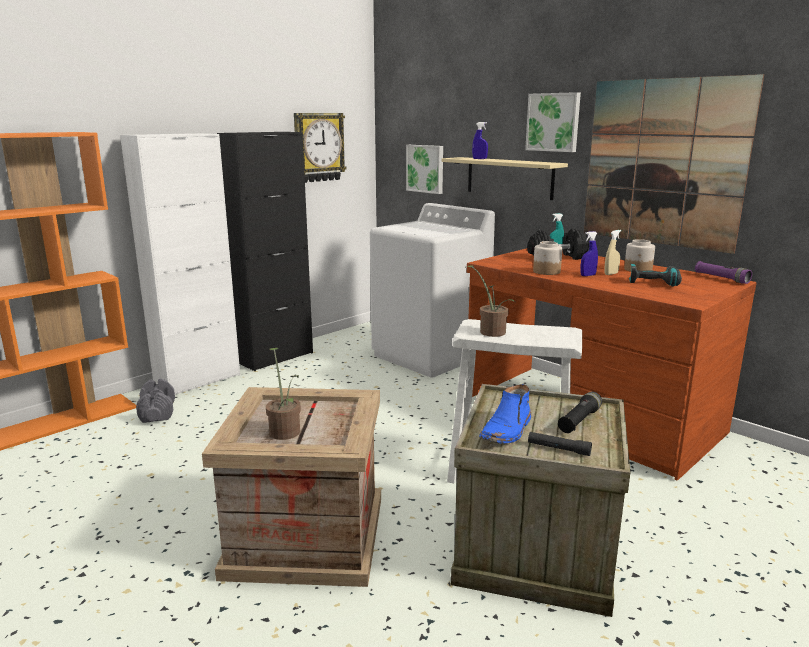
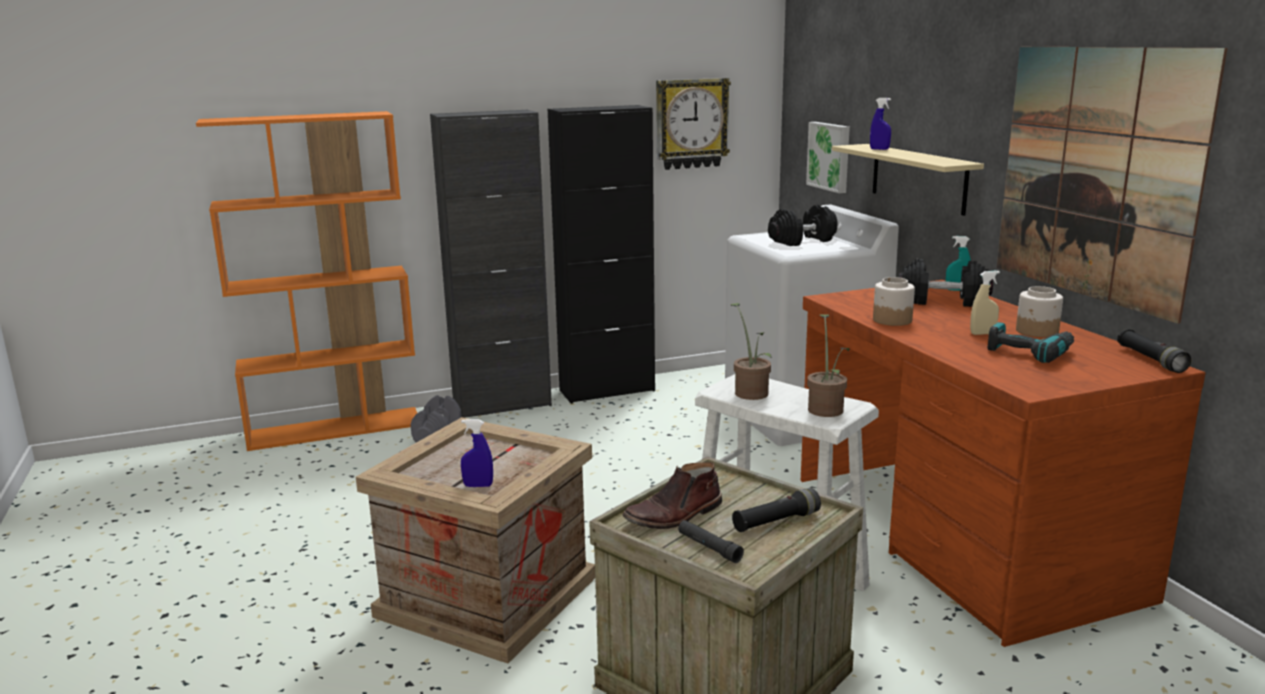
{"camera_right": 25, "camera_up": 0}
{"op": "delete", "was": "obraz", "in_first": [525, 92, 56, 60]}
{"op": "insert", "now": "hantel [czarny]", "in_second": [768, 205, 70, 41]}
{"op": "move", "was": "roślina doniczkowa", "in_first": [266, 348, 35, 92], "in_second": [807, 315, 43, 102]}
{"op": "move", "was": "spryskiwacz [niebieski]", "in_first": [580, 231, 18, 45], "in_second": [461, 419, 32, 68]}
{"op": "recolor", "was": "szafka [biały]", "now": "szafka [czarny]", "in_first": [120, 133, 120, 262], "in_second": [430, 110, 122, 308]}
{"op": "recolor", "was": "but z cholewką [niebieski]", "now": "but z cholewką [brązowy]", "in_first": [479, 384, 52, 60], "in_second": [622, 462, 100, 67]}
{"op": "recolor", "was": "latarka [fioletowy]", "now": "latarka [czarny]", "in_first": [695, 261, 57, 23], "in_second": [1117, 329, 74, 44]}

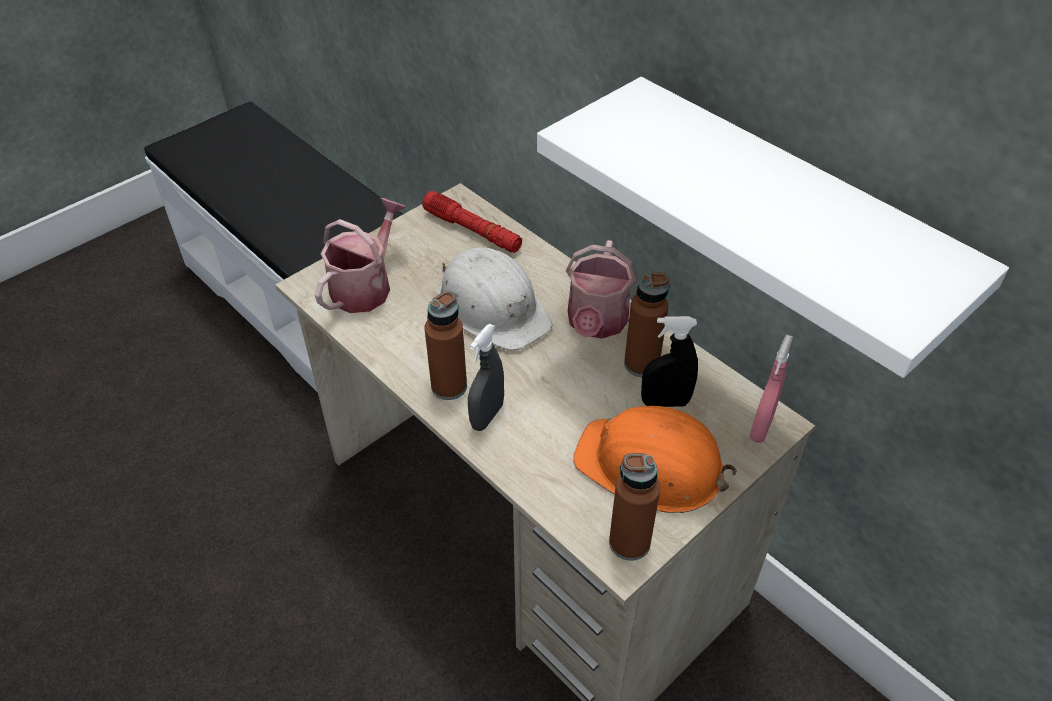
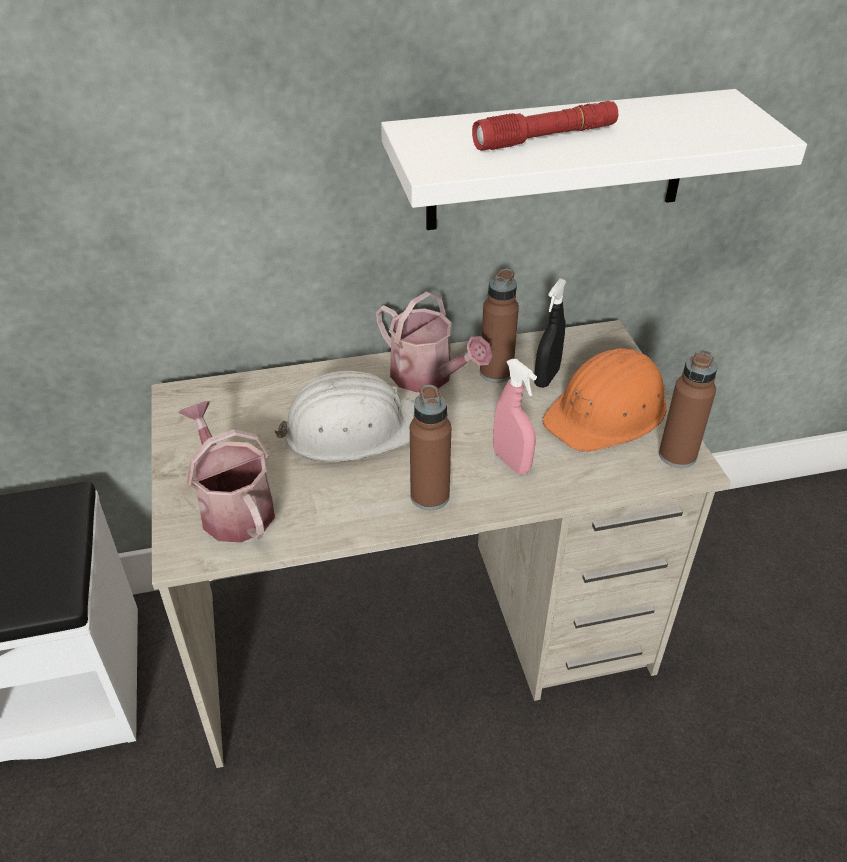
{"camera_right": -60, "camera_up": -5}
{"op": "delete", "was": "spryskiwacz [szary]", "in_first": [468, 324, 36, 107]}
{"op": "move", "was": "latarka [czerwony]", "in_first": [422, 191, 100, 62], "in_second": [472, 101, 146, 50]}
{"op": "move", "was": "spryskiwacz [różowy]", "in_first": [750, 335, 43, 108], "in_second": [493, 359, 44, 115]}

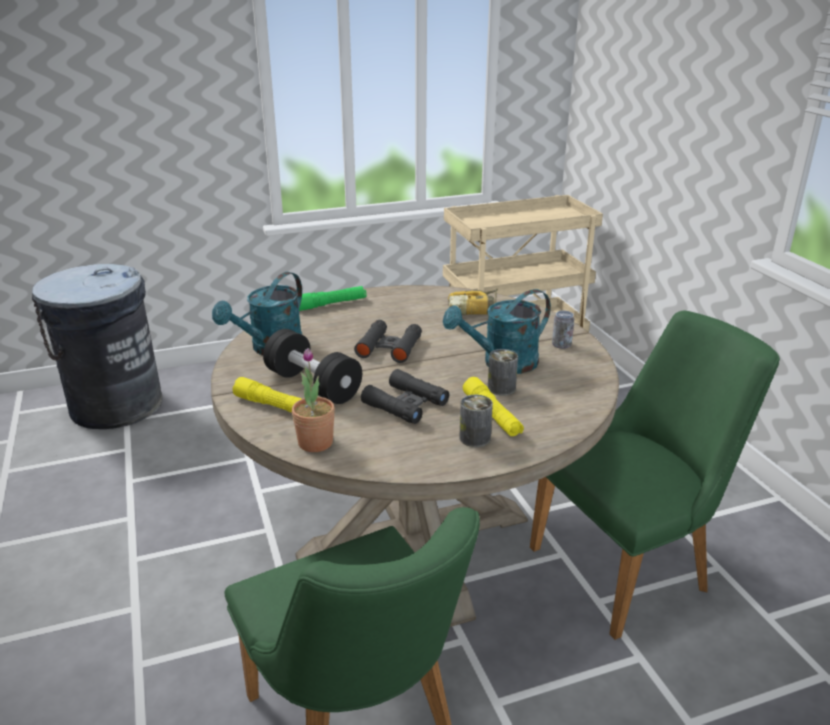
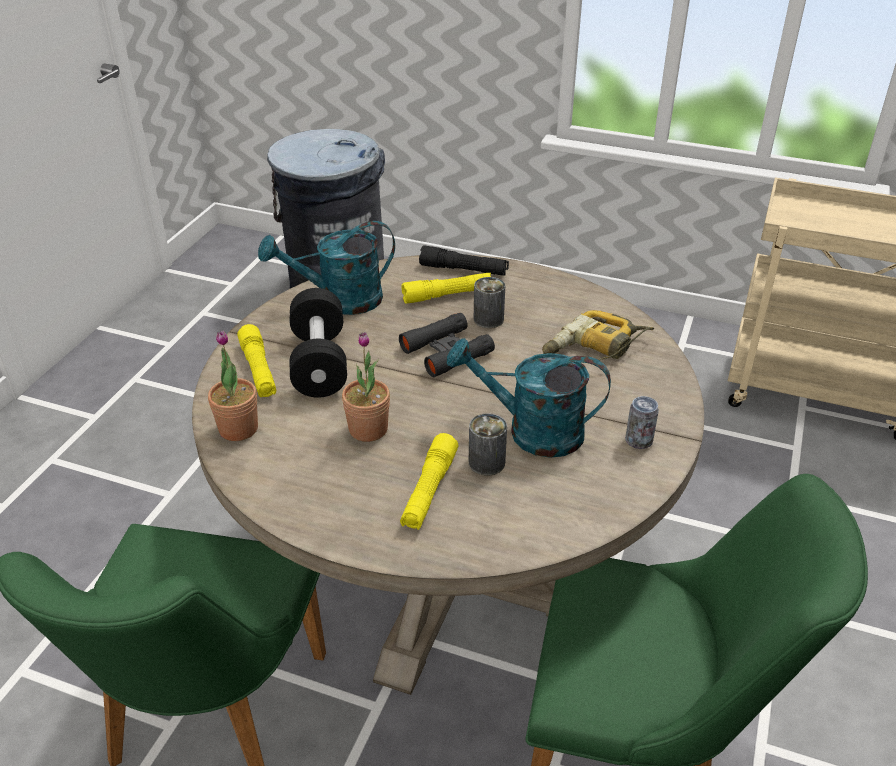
{"camera_right": 40, "camera_up": 10}
{"op": "insert", "now": "latarka [żółty]", "in_second": [402, 273, 89, 31]}
{"op": "move", "was": "puszka", "in_first": [459, 395, 34, 52], "in_second": [474, 277, 31, 51]}
{"op": "replace", "was": "lornetka [czarny]", "now": "roślina doniczkowa", "in_first": [361, 369, 88, 55], "in_second": [342, 332, 48, 110]}
{"op": "recolor", "was": "latarka [zielony]", "now": "latarka [czarny]", "in_first": [299, 286, 68, 25], "in_second": [419, 245, 90, 31]}

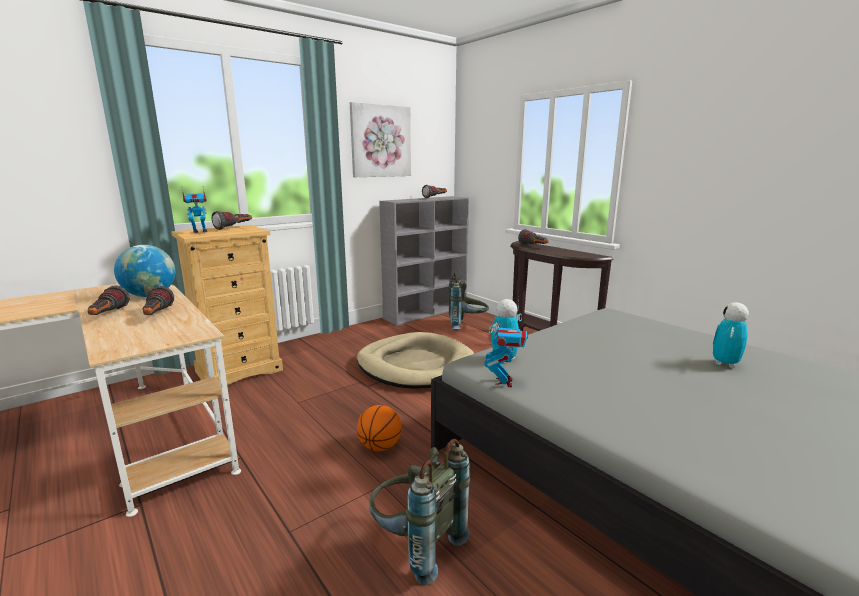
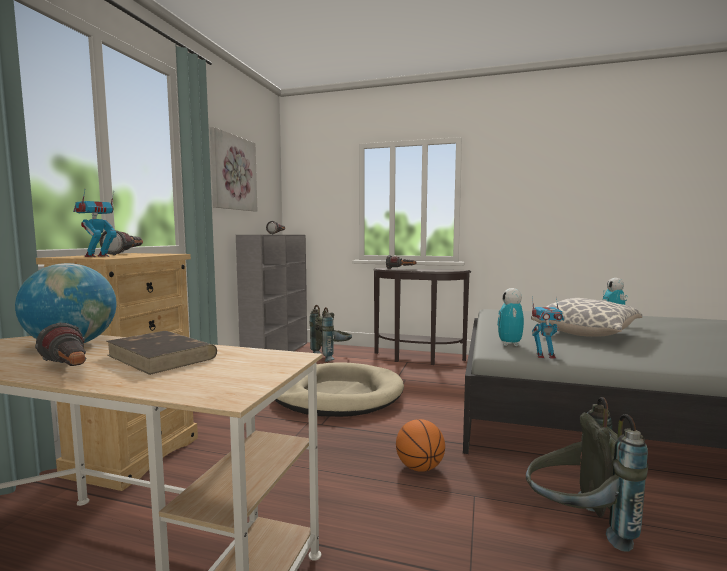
{"camera_right": -35, "camera_up": -10}
{"op": "insert", "now": "poduszka", "in_second": [531, 298, 111, 39]}
{"op": "replace", "was": "latarka", "now": "książka [brązowy]", "in_first": [142, 286, 32, 29], "in_second": [106, 331, 111, 44]}
{"op": "rotate", "was": "robot zabawkowy", "in_first": [484, 316, 44, 71], "in_second": [532, 296, 32, 63], "clockwise": 120}

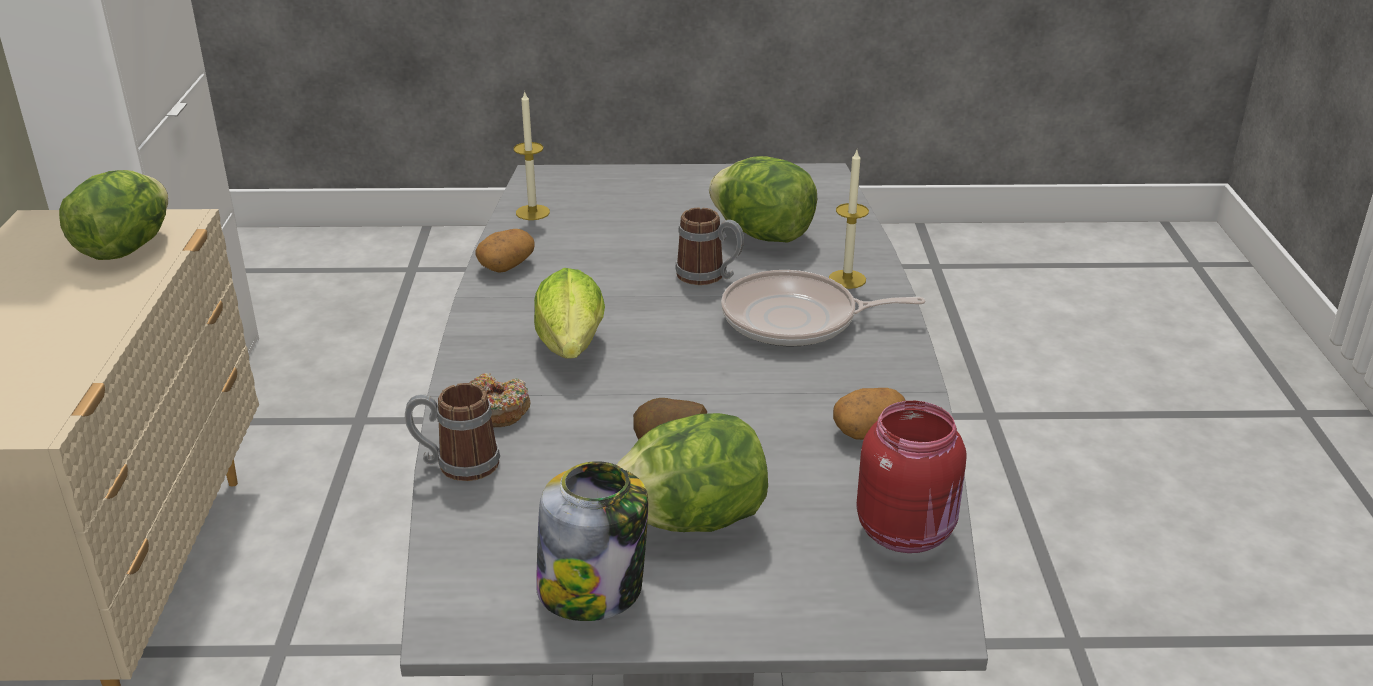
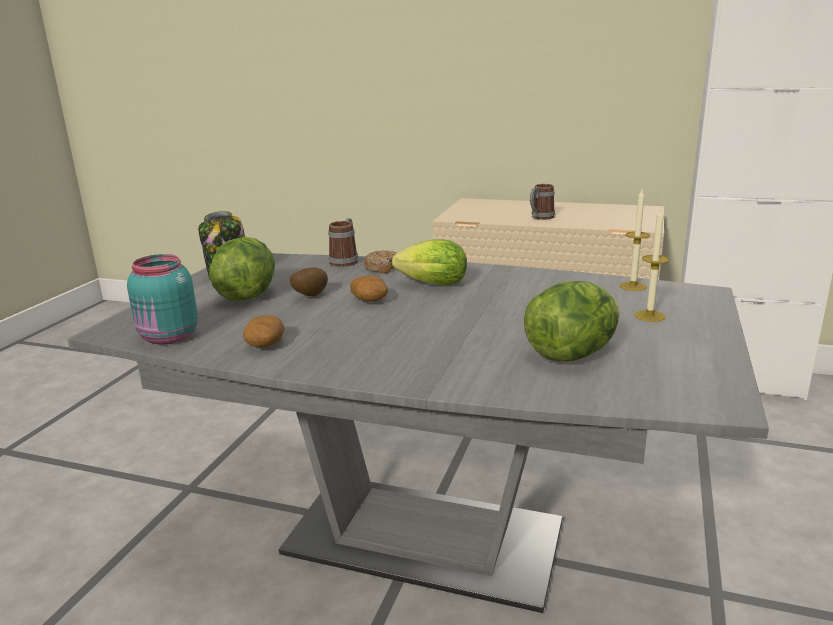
{"camera_right": 110, "camera_up": -10}
{"op": "delete", "was": "sałata", "in_first": [59, 170, 109, 90]}
{"op": "delete", "was": "patelnia", "in_first": [721, 270, 205, 77]}
{"op": "move", "was": "ziemniak", "in_first": [476, 229, 59, 44], "in_second": [350, 275, 38, 27]}
{"op": "move", "was": "kubek", "in_first": [675, 207, 69, 78], "in_second": [530, 184, 25, 36]}
{"op": "move", "was": "świeca", "in_first": [829, 150, 40, 139], "in_second": [634, 209, 36, 113]}
{"op": "recolor", "was": "słoik [czerwony]", "now": "słoik [turkusowy]", "in_first": [856, 401, 111, 152], "in_second": [127, 254, 71, 91]}

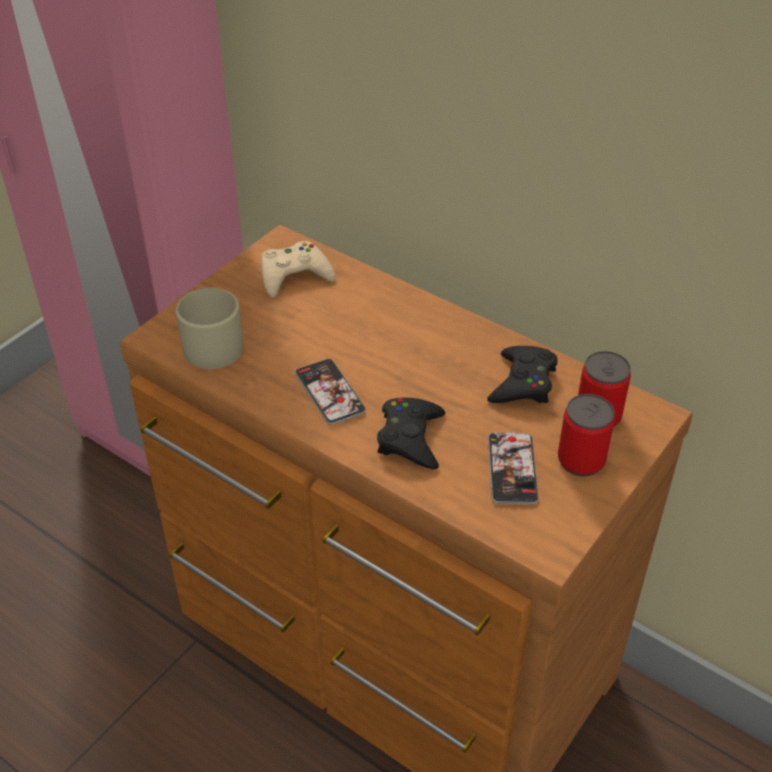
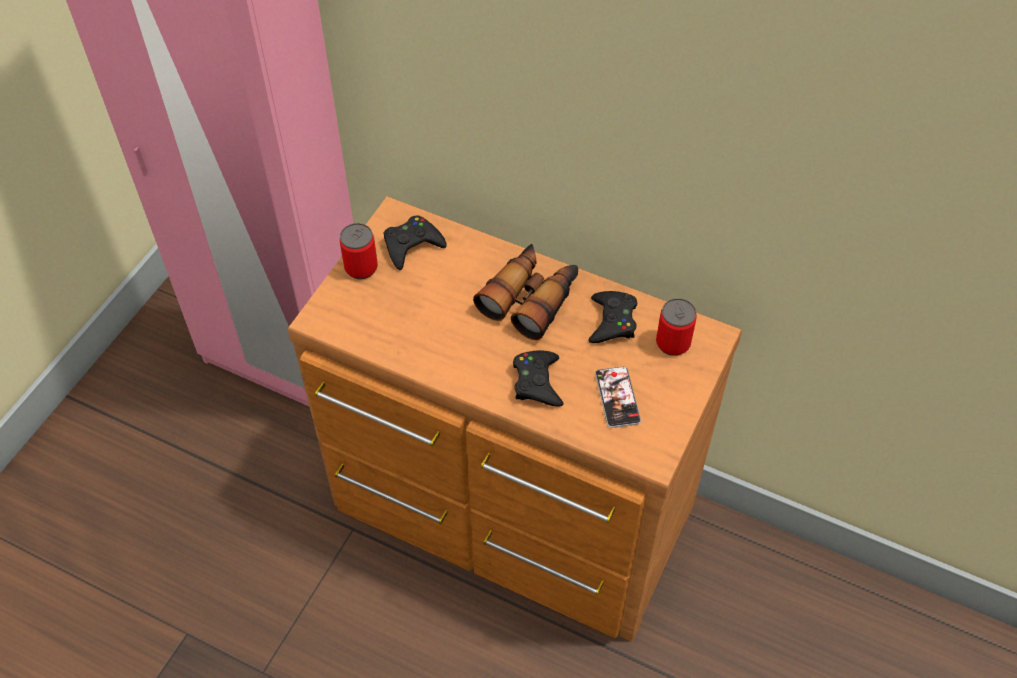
{"camera_right": -10, "camera_up": 10}
{"op": "delete", "was": "kubek [beżowy]", "in_first": [176, 288, 67, 81]}
{"op": "delete", "was": "telefon", "in_first": [295, 359, 71, 66]}
{"op": "insert", "now": "lornetka", "in_second": [473, 244, 105, 96]}
{"op": "move", "was": "puszka", "in_first": [558, 394, 57, 83], "in_second": [340, 223, 38, 56]}
{"op": "recolor", "was": "pad do gier [beżowy]", "now": "pad do gier [czarny]", "in_first": [261, 241, 74, 57], "in_second": [384, 216, 62, 54]}

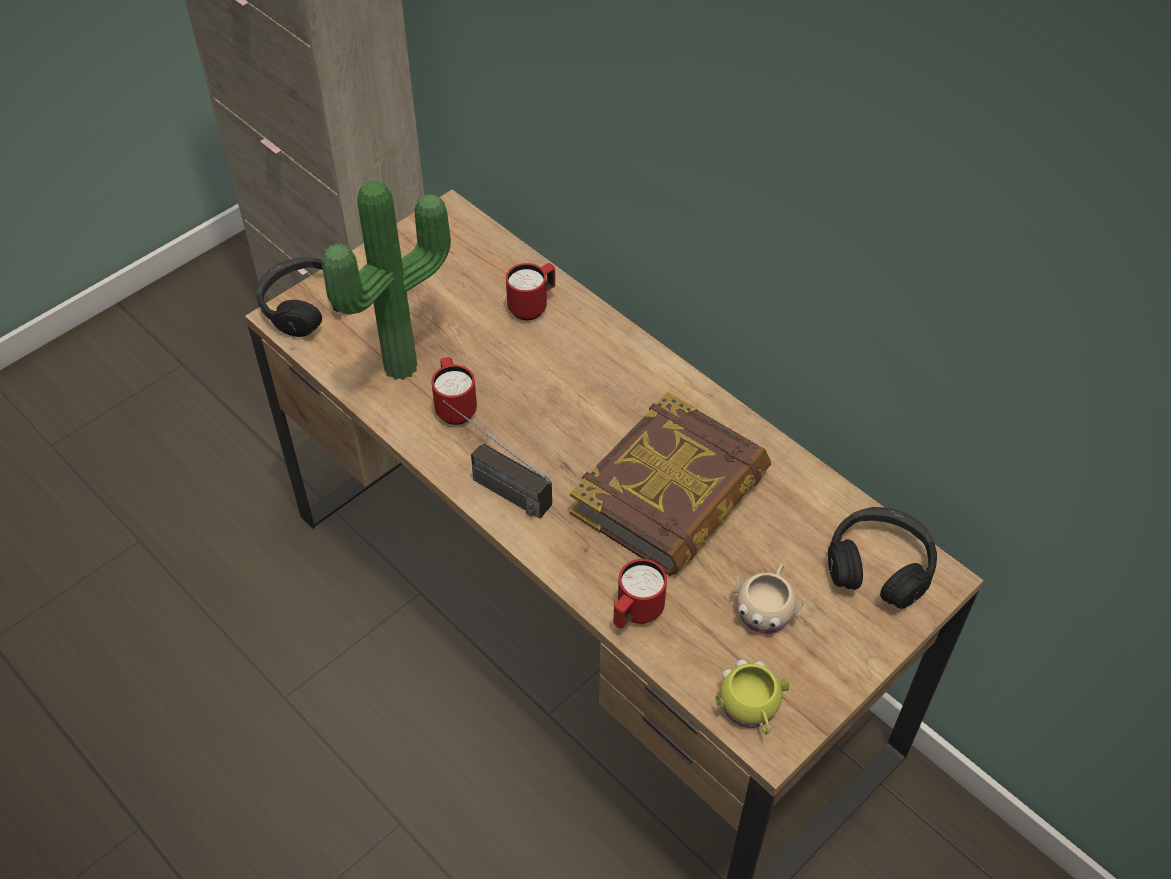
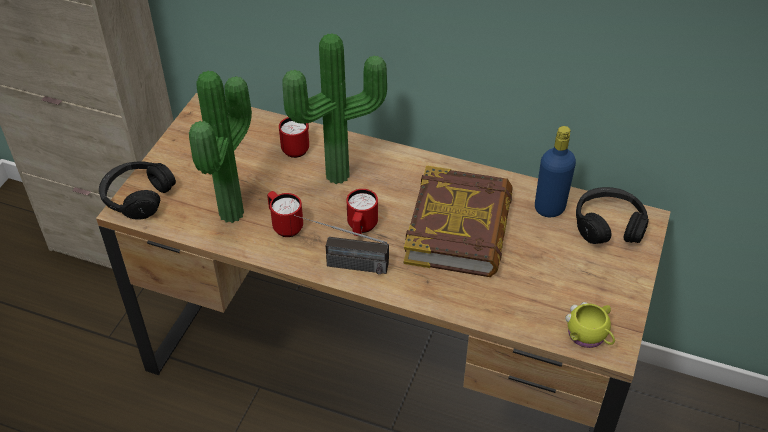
{"camera_right": -25, "camera_up": -5}
{"op": "delete", "was": "kubek [beżowy]", "in_first": [733, 564, 70, 70]}
{"op": "insert", "now": "roślina doniczkowa", "in_second": [282, 33, 105, 151]}
{"op": "insert", "now": "butelka [niebieski]", "in_second": [535, 126, 41, 91]}
{"op": "move", "was": "kubek [czerwony]", "in_first": [613, 559, 54, 70], "in_second": [346, 189, 32, 47]}

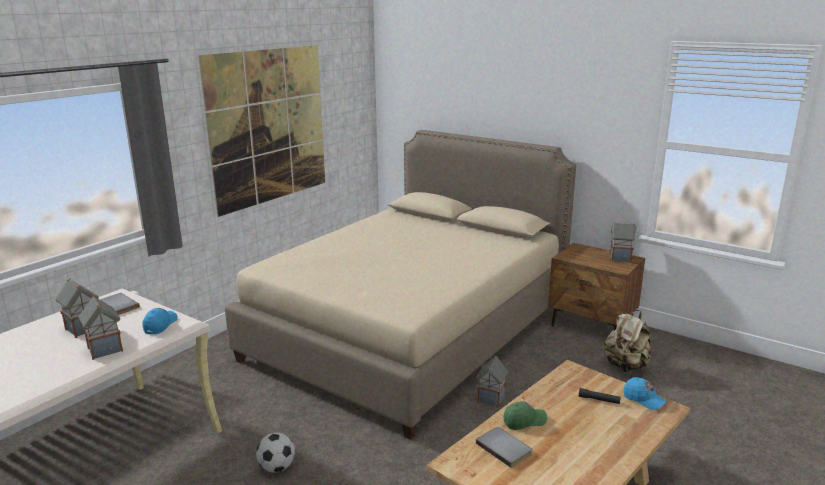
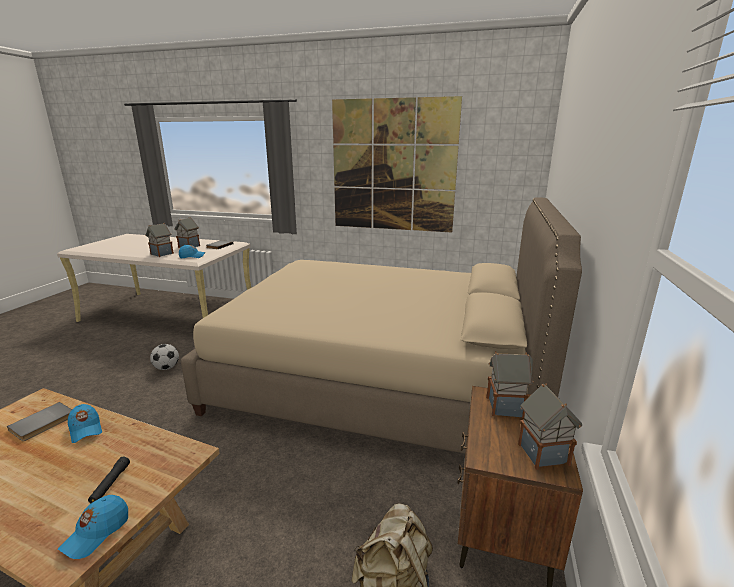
{"camera_right": 70, "camera_up": 0}
{"op": "move", "was": "domek", "in_first": [476, 356, 33, 52], "in_second": [486, 351, 48, 67]}
{"op": "recolor", "was": "czapka z daszkiem [zielony]", "now": "czapka z daszkiem [niebieski]", "in_first": [503, 401, 45, 29], "in_second": [68, 404, 34, 39]}

